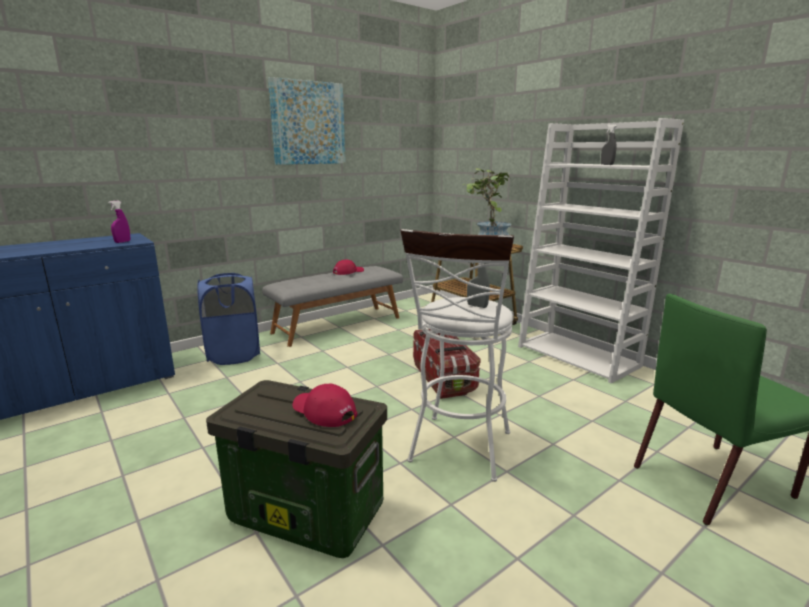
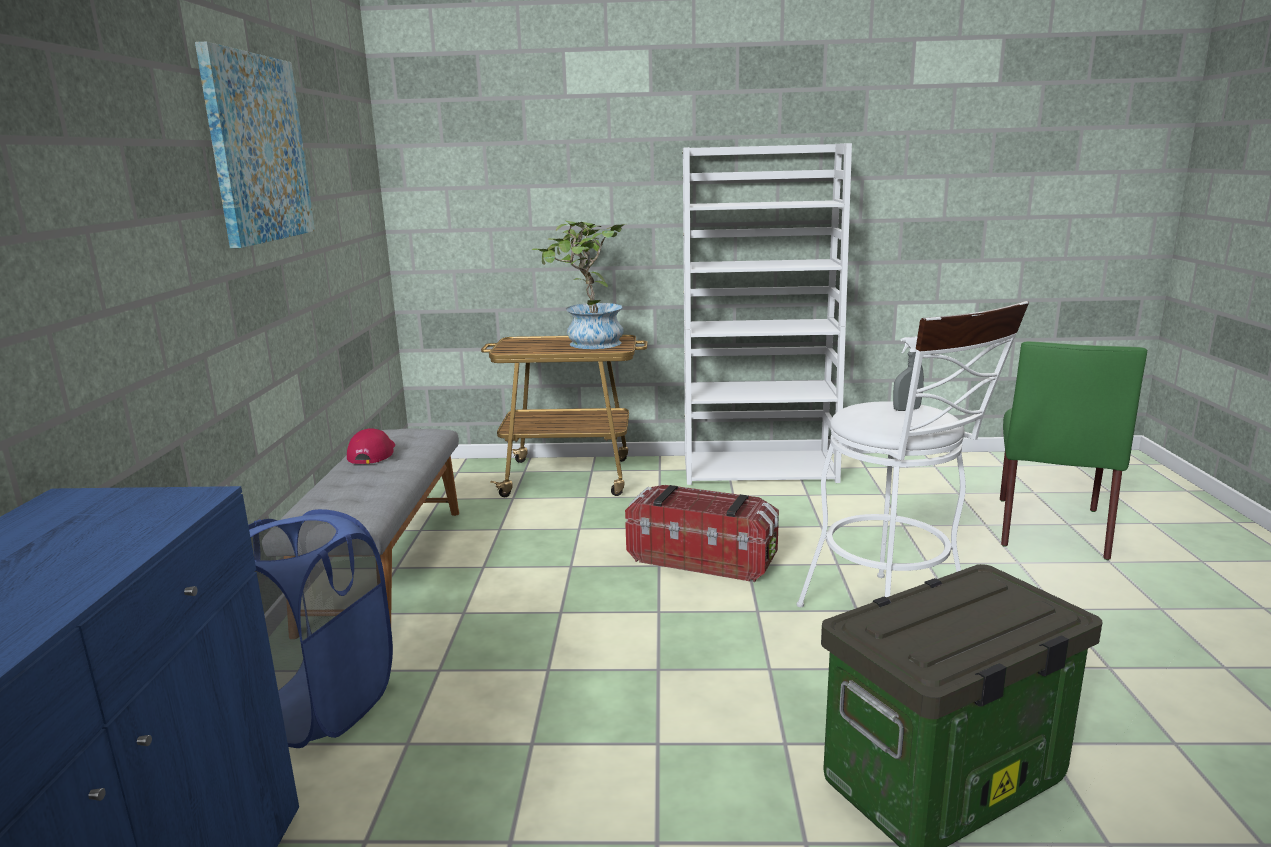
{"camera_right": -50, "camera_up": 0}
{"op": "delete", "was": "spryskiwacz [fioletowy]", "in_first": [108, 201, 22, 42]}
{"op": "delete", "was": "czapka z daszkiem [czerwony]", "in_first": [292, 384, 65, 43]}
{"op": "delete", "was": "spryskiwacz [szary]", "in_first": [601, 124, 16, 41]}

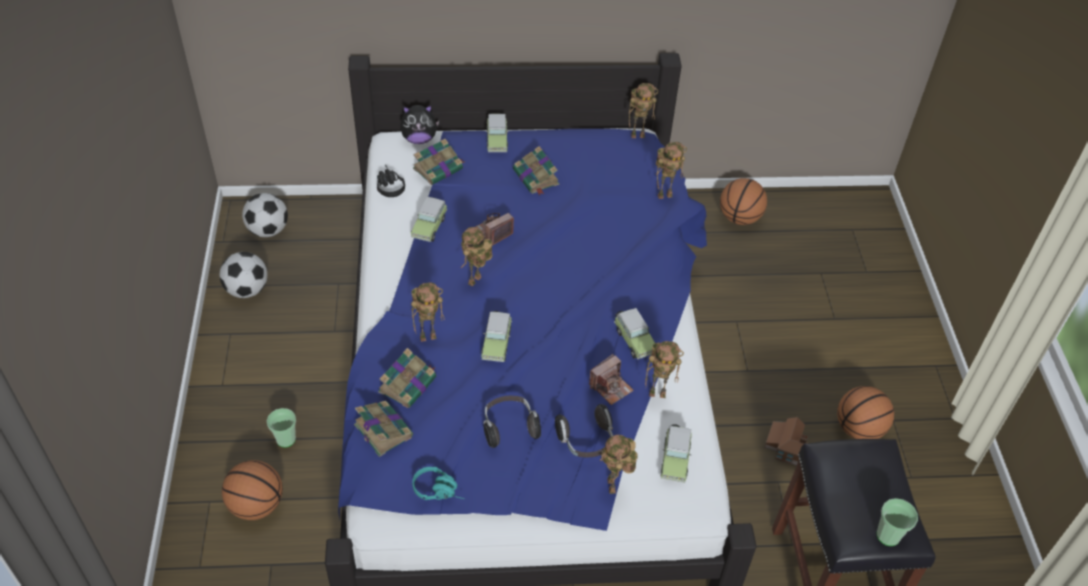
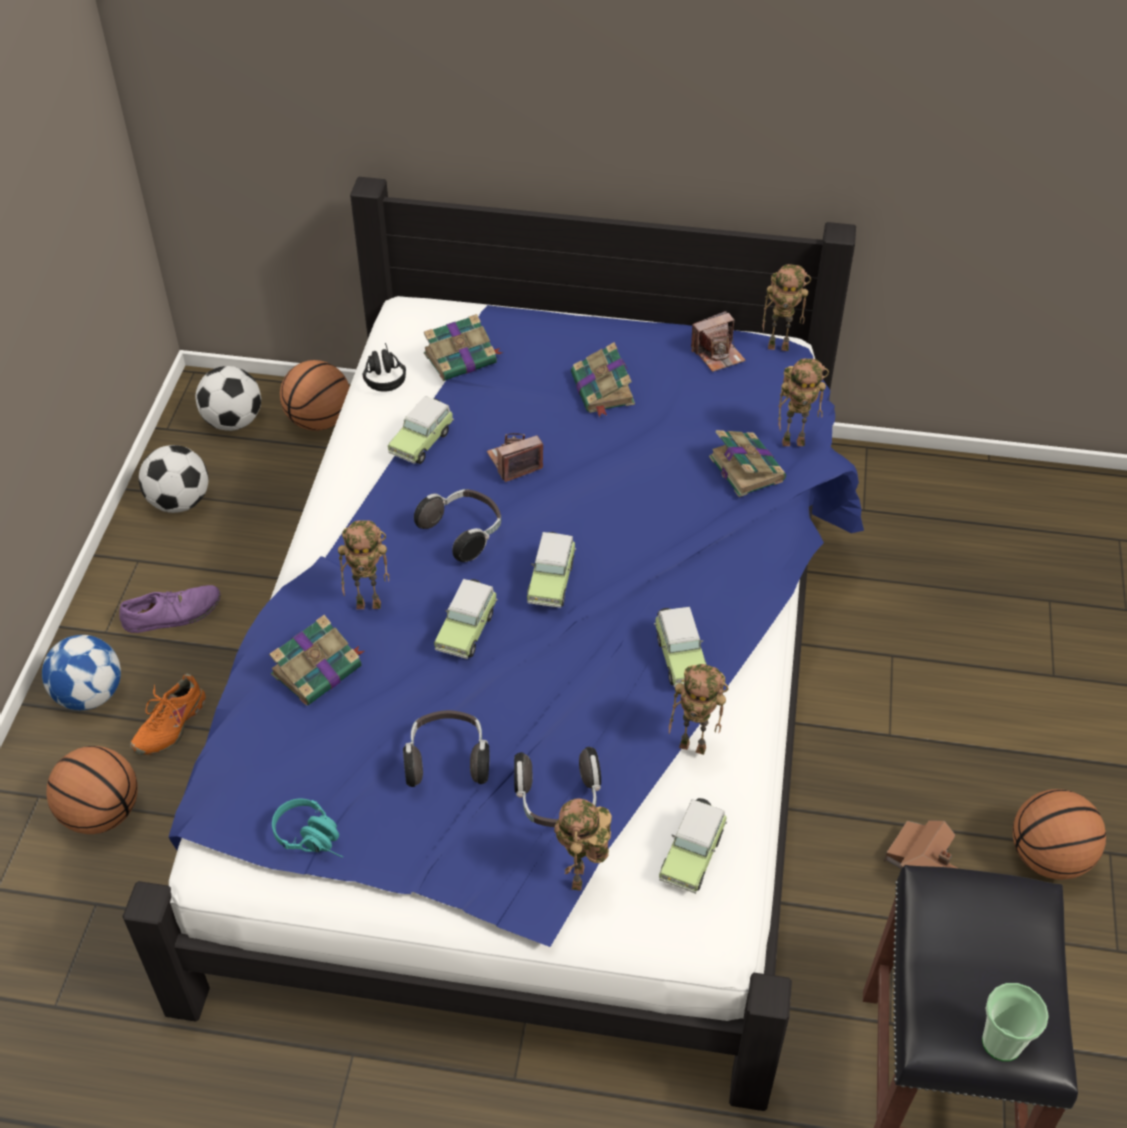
{"camera_right": 15, "camera_up": 0}
{"op": "delete", "was": "pluszak", "in_first": [400, 105, 39, 39]}
{"op": "insert", "now": "piłka futbolowa", "in_second": [42, 635, 79, 75]}
{"op": "insert", "now": "but [fioletowy]", "in_second": [119, 585, 102, 48]}
{"op": "move", "was": "książka", "in_first": [354, 401, 59, 56], "in_second": [709, 430, 77, 67]}
{"op": "move", "was": "samochodzik", "in_first": [486, 114, 23, 38], "in_second": [527, 532, 49, 76]}
{"op": "move", "was": "aparat fotograficzny", "in_first": [589, 354, 44, 51], "in_second": [691, 311, 54, 61]}
{"op": "move", "was": "piłka do koszykówki", "in_first": [720, 178, 47, 47], "in_second": [280, 360, 70, 71]}
{"op": "replace", "was": "filiżanka", "now": "but [pomarańczowy]", "in_first": [267, 408, 29, 40], "in_second": [130, 674, 76, 81]}
{"op": "replace", "was": "robot zabawkowy", "now": "słuchawki", "in_first": [460, 227, 32, 59], "in_second": [414, 489, 87, 73]}

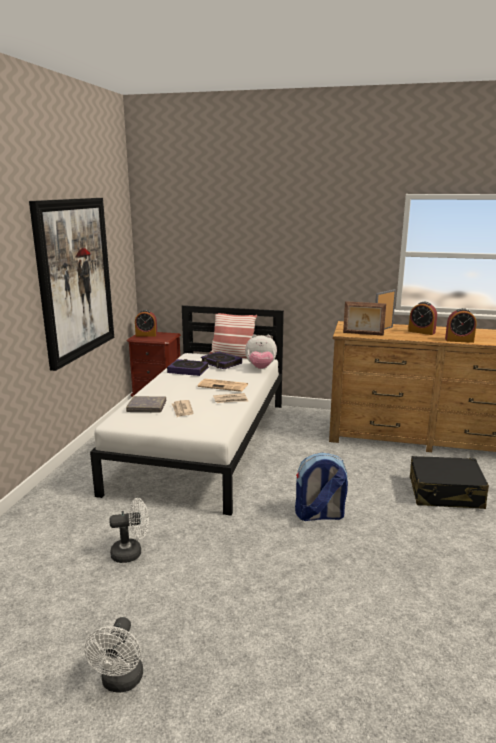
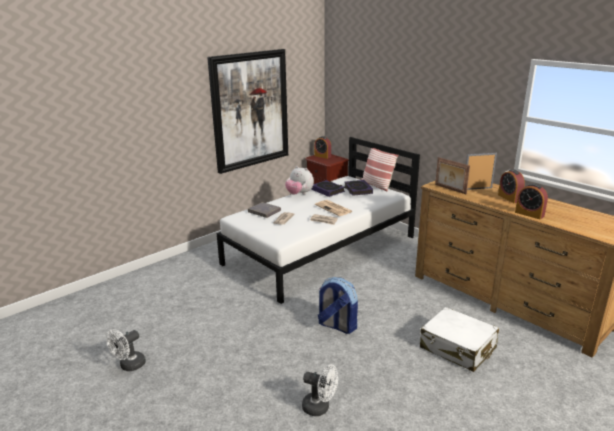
{"camera_right": 35, "camera_up": 5}
{"op": "move", "was": "wentylator [biały]", "in_first": [109, 498, 40, 65], "in_second": [302, 364, 36, 52]}
{"op": "move", "was": "pluszak", "in_first": [245, 335, 32, 34], "in_second": [285, 166, 29, 29]}
{"op": "recolor", "was": "walizka [czarny]", "now": "walizka [biały]", "in_first": [410, 456, 79, 53], "in_second": [420, 307, 79, 65]}

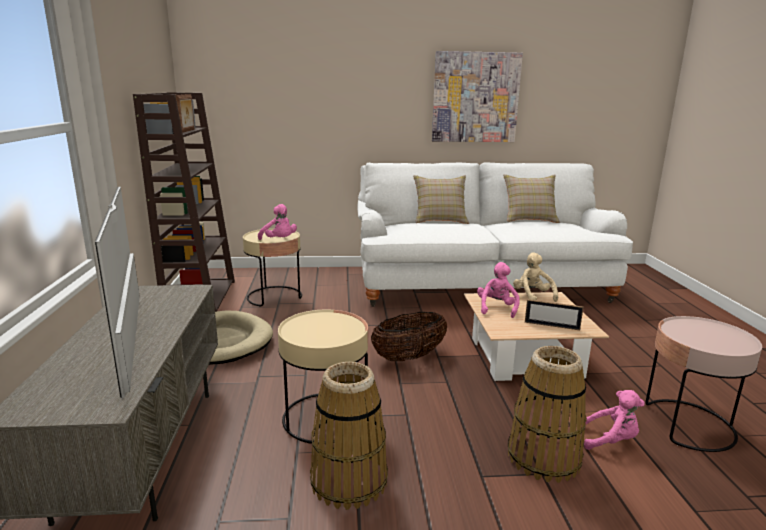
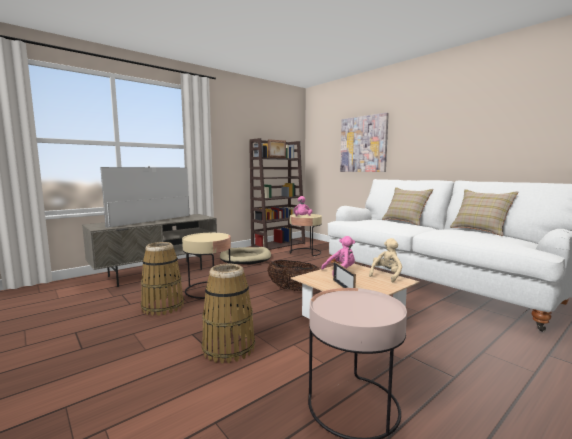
{"camera_right": 55, "camera_up": -10}
{"op": "delete", "was": "pluszak [różowy]", "in_first": [584, 390, 61, 60]}
{"op": "move", "was": "obraz", "in_first": [432, 51, 91, 91], "in_second": [340, 113, 49, 59]}

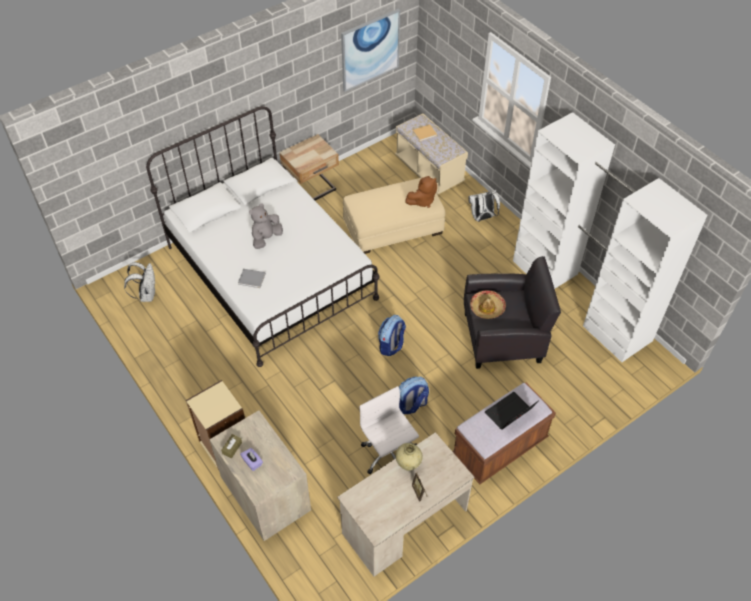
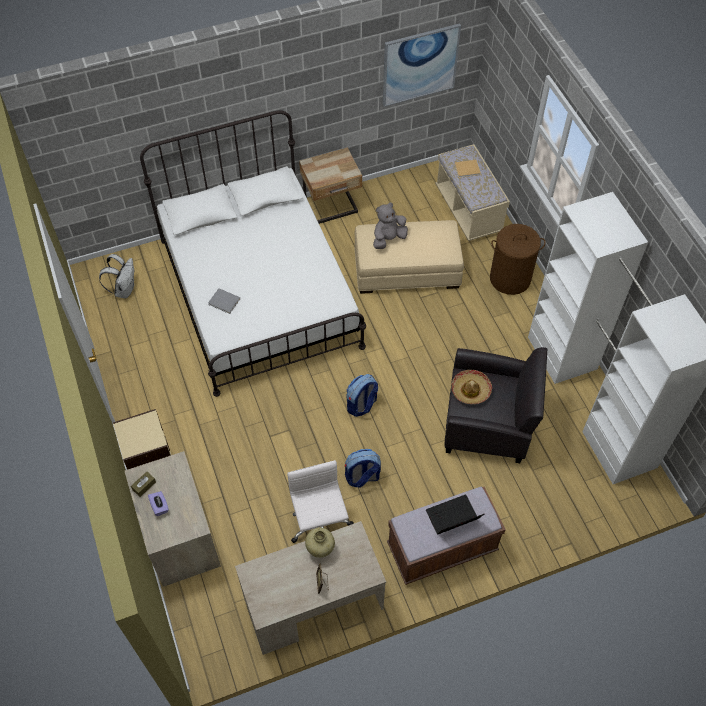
{"camera_right": 15, "camera_up": 5}
{"op": "delete", "was": "pluszak [brązowy]", "in_first": [405, 176, 32, 32]}
{"op": "move", "was": "pluszak [szary]", "in_first": [249, 204, 34, 45], "in_second": [373, 203, 35, 46]}
{"op": "replace", "was": "plecak [biały]", "now": "kosz na pranie [brązowy]", "in_first": [469, 190, 31, 32], "in_second": [490, 224, 55, 71]}

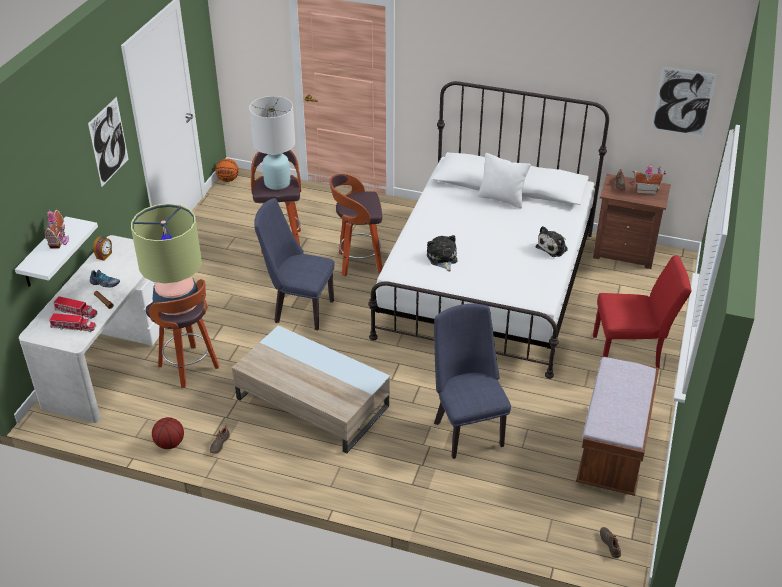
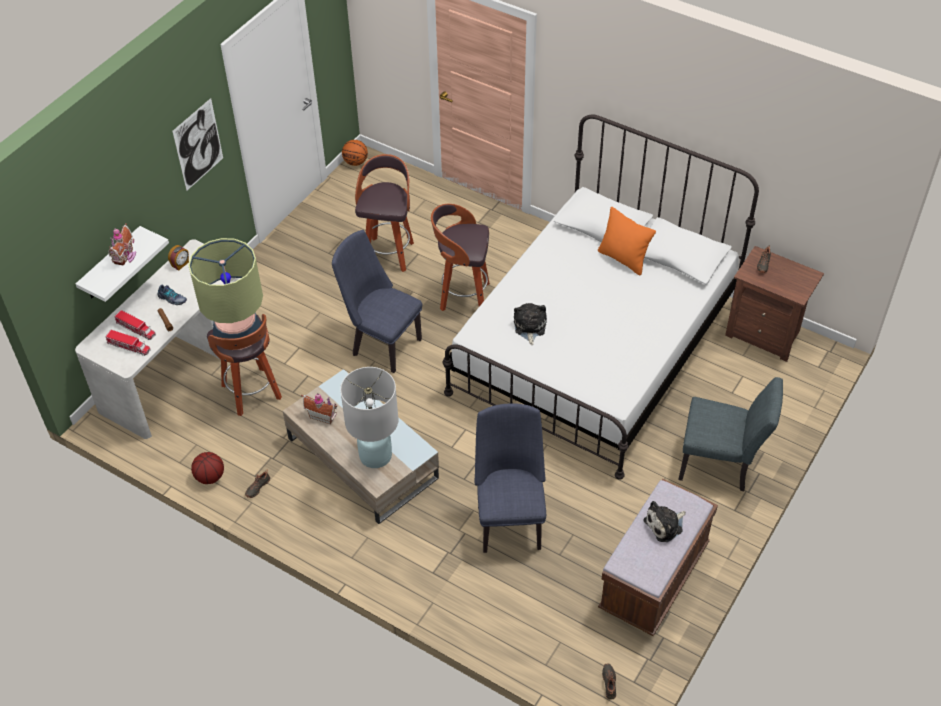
{"camera_right": 15, "camera_up": 10}
{"op": "delete", "was": "obraz", "in_first": [651, 67, 66, 70]}
{"op": "move", "was": "lampa stołowa [biały]", "in_first": [249, 96, 47, 94], "in_second": [340, 367, 59, 101]}
{"op": "move", "was": "pluszak", "in_first": [536, 226, 32, 31], "in_second": [643, 501, 43, 41]}
{"op": "move", "was": "domek", "in_first": [631, 164, 35, 30], "in_second": [301, 393, 36, 31]}
{"op": "recolor", "was": "poduszka [biały]", "now": "poduszka [pomarańczowy]", "in_first": [477, 153, 54, 55], "in_second": [598, 207, 58, 68]}
{"op": "recolor", "was": "krzesło [czerwony]", "now": "krzesło [szary]", "in_first": [593, 255, 98, 114], "in_second": [678, 377, 105, 114]}

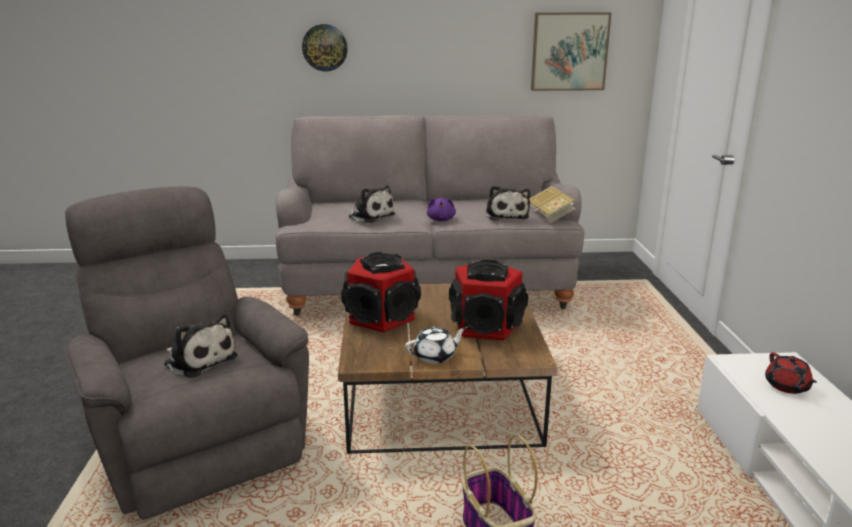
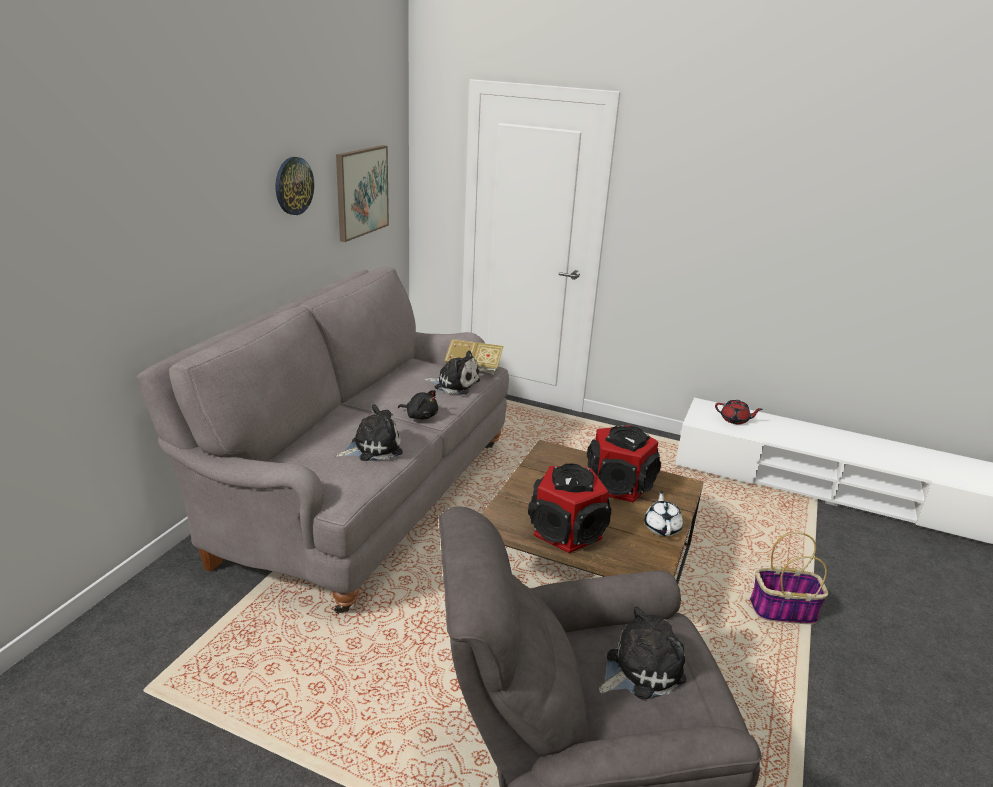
{"camera_right": -65, "camera_up": 5}
{"op": "move", "was": "zegar ścienny", "in_first": [302, 24, 46, 47], "in_second": [276, 157, 38, 58]}
{"op": "recolor", "was": "pluszak [fioletowy]", "now": "pluszak [czarny]", "in_first": [427, 198, 29, 23], "in_second": [398, 390, 40, 29]}

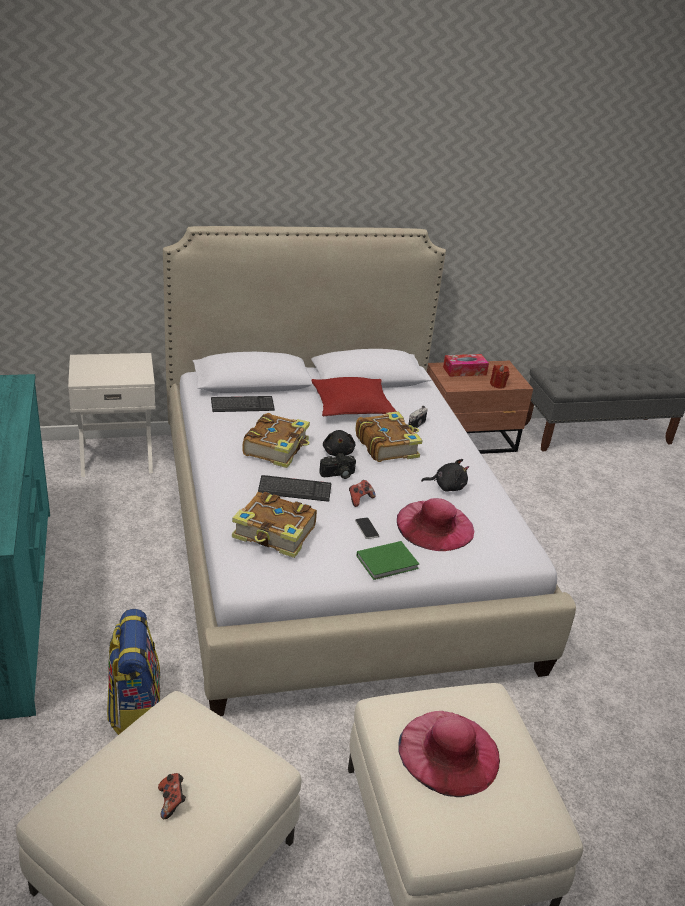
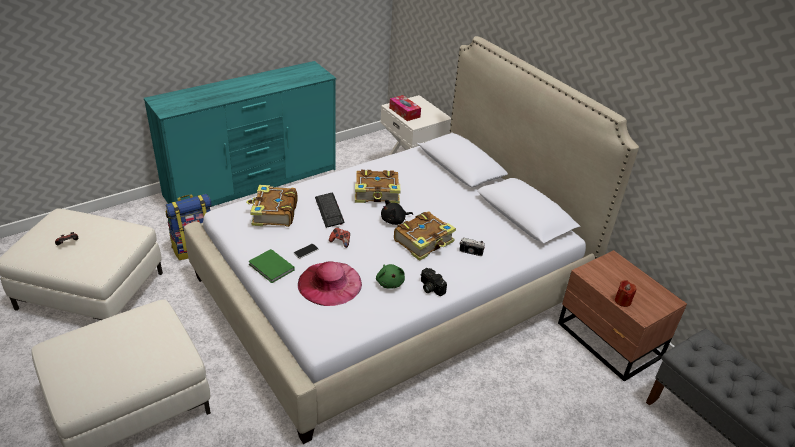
{"camera_right": 70, "camera_up": 5}
{"op": "delete", "was": "klawiatura", "in_first": [211, 396, 64, 16]}
{"op": "delete", "was": "poduszka [czerwony]", "in_first": [312, 377, 85, 40]}
{"op": "delete", "was": "kapelusz [różowy]", "in_first": [398, 711, 102, 86]}
{"op": "move", "was": "aparat fotograficzny", "in_first": [319, 453, 37, 26], "in_second": [420, 268, 27, 28]}
{"op": "move", "was": "pudełko chusteczek", "in_first": [443, 354, 46, 23], "in_second": [389, 95, 32, 26]}
{"op": "recolor", "was": "pluszak [czarny]", "now": "pluszak [zielony]", "in_first": [421, 459, 48, 33], "in_second": [376, 264, 29, 25]}

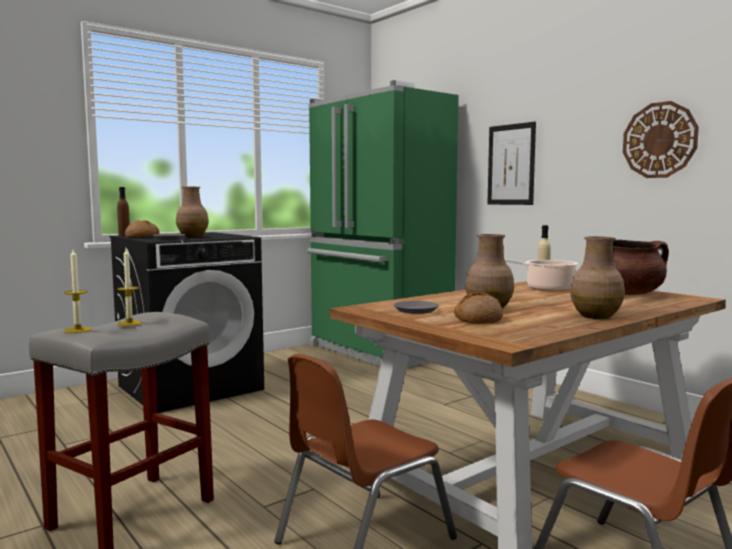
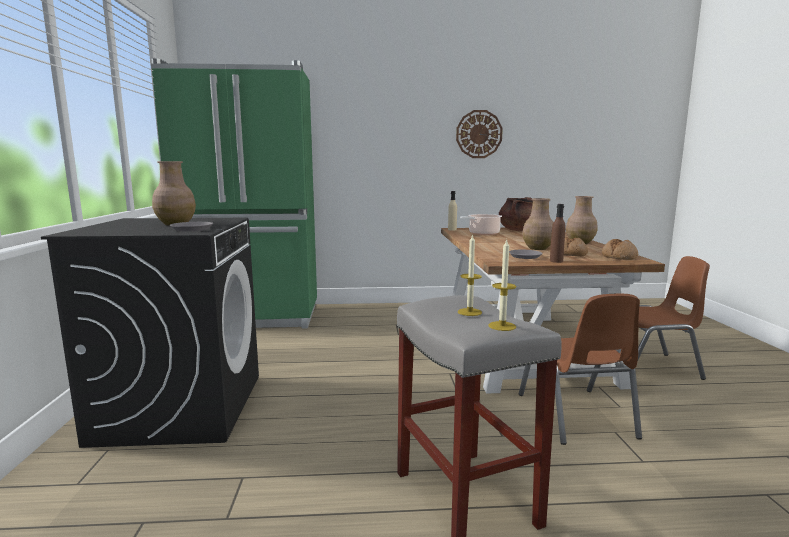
{"camera_right": -55, "camera_up": 5}
{"op": "delete", "was": "obraz", "in_first": [487, 122, 49, 83]}
{"op": "move", "was": "butelka [brązowy]", "in_first": [117, 187, 13, 49], "in_second": [550, 204, 16, 59]}
{"op": "move", "was": "chleb", "in_first": [125, 221, 34, 16], "in_second": [602, 239, 36, 21]}

